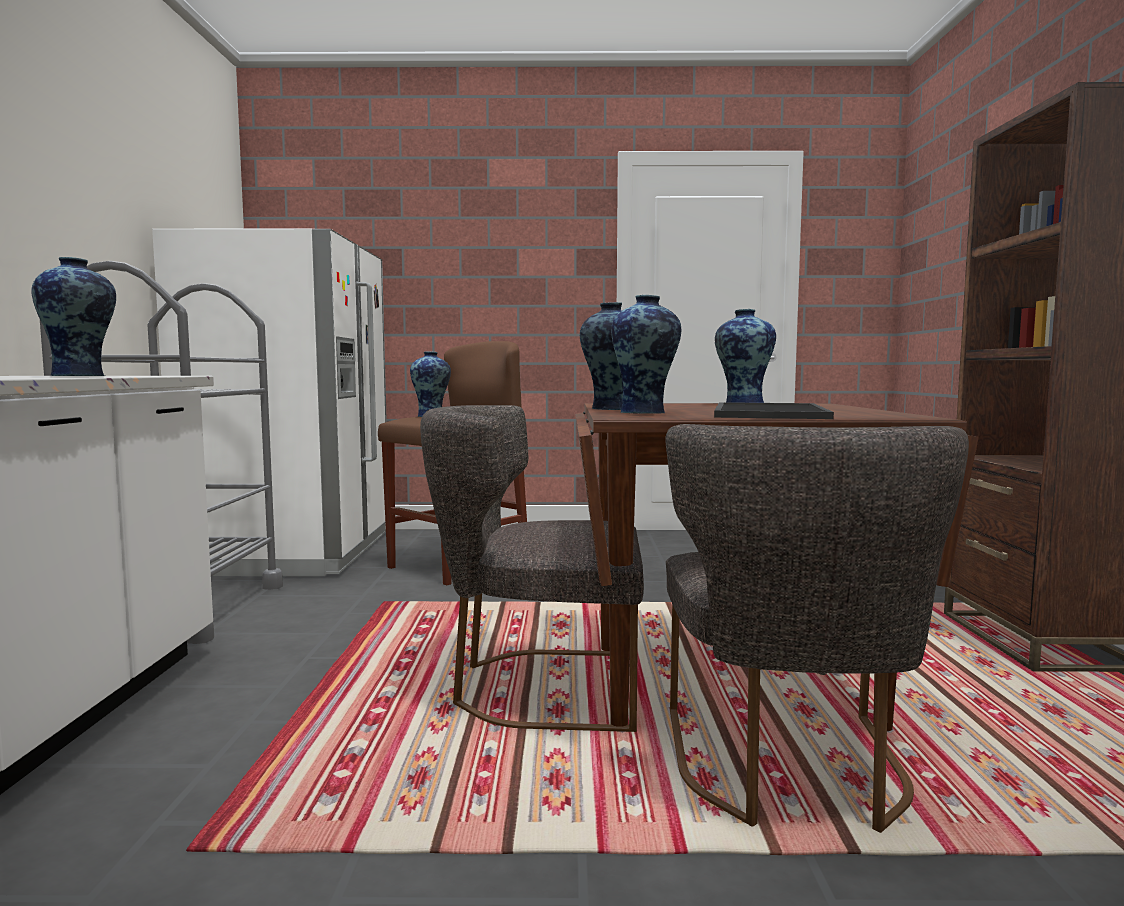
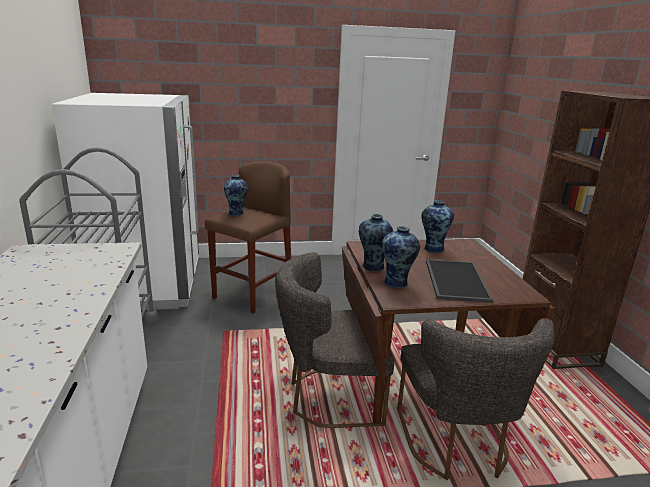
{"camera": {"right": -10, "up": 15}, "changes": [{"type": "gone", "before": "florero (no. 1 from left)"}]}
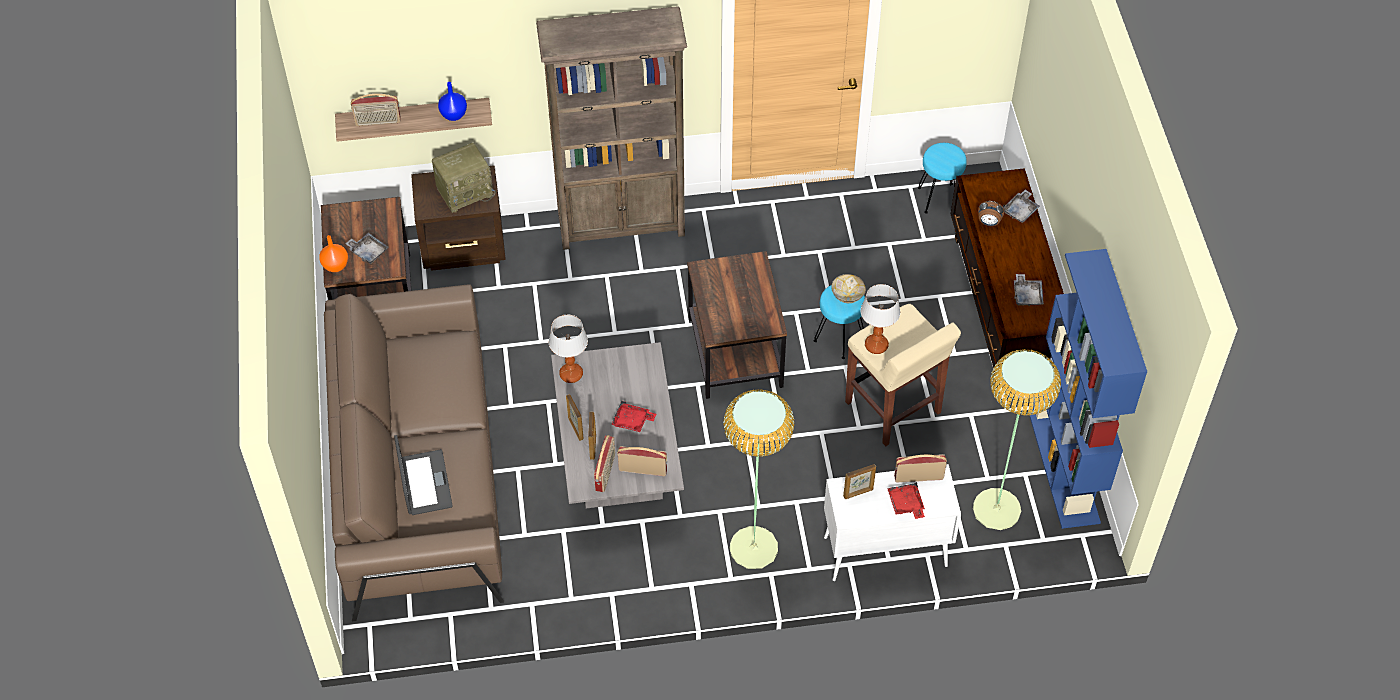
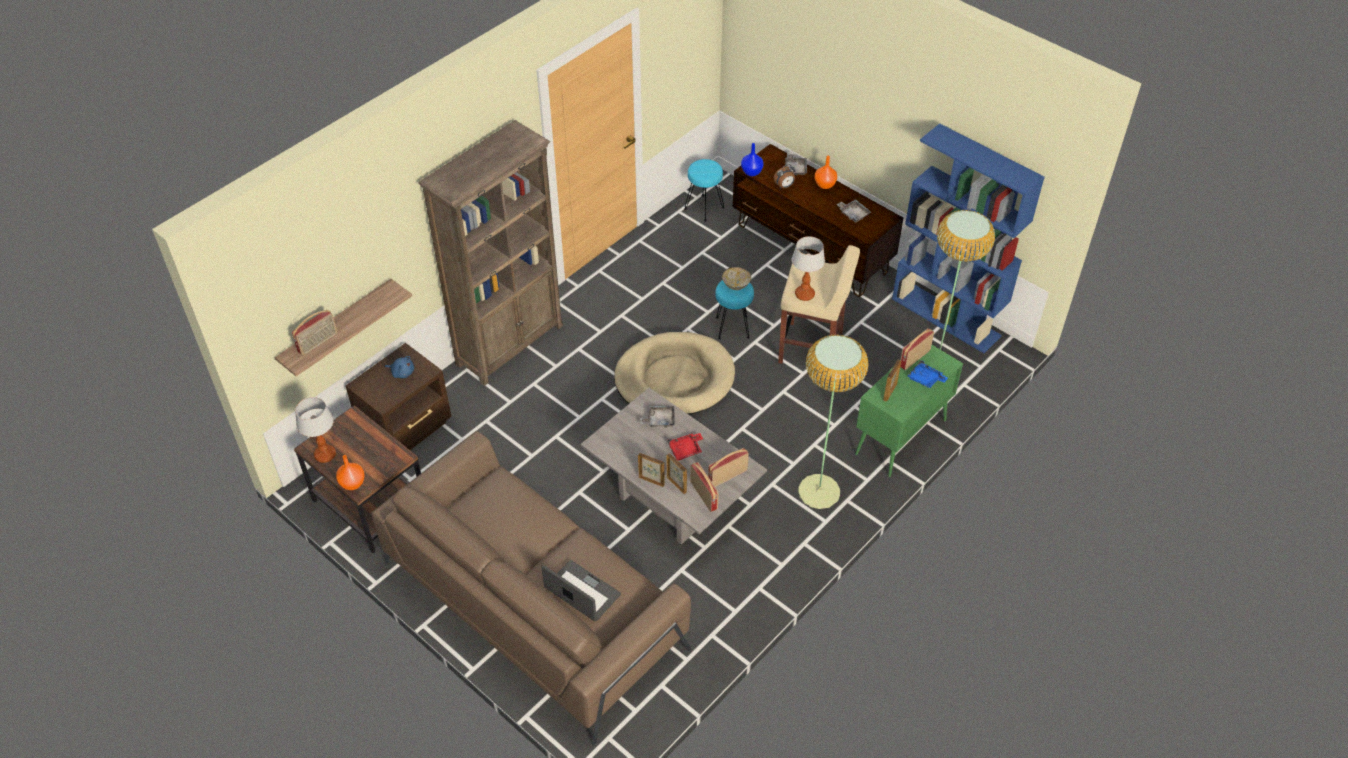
{"camera": {"right": -40, "up": -5}, "changes": [{"type": "new", "after": "florero [naranja] (no. 2 from left)"}, {"type": "shifted", "before": "bandeja [gris] (no. 1 from left)"}, {"type": "shifted", "before": "florero [azul]"}, {"type": "shifted", "before": "lámpara de mesa (no. 1 from left)"}, {"type": "swapped", "before": "radio (no. 2 from left)", "after": "peluche [azul]"}, {"type": "swapped", "before": "mesa auxiliar [marrón] (no. 2 from left)", "after": "cama para perro [beis]"}, {"type": "repainted", "before": "armario [blanco]", "after": "armario [verde]"}, {"type": "repainted", "before": "bandeja [rojo] (no. 2 from left)", "after": "bandeja [azul]"}]}
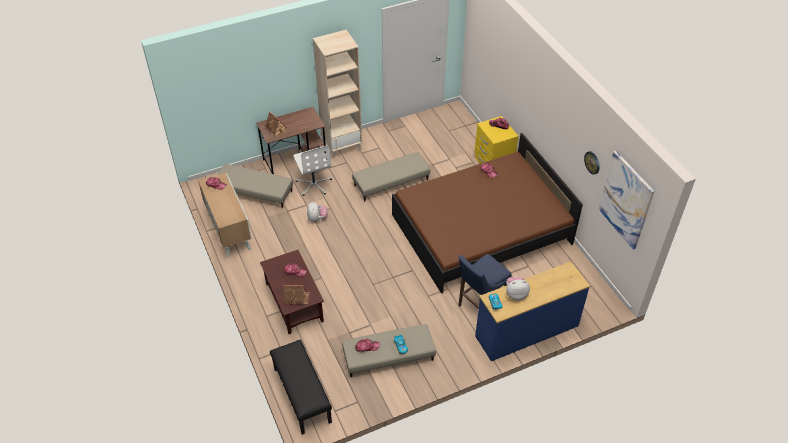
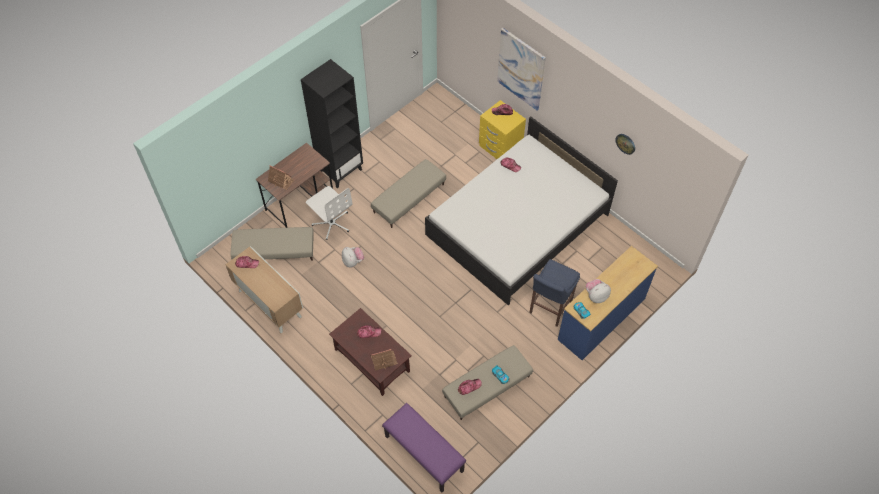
{"camera": {"right": -20, "up": 10}, "changes": [{"type": "shifted", "before": "cuadro"}, {"type": "repainted", "before": "banco [negro]", "after": "banco [morado]"}, {"type": "repainted", "before": "estantería [beis]", "after": "estantería [negro]"}, {"type": "repainted", "before": "cama [marrón]", "after": "cama [blanco]"}]}
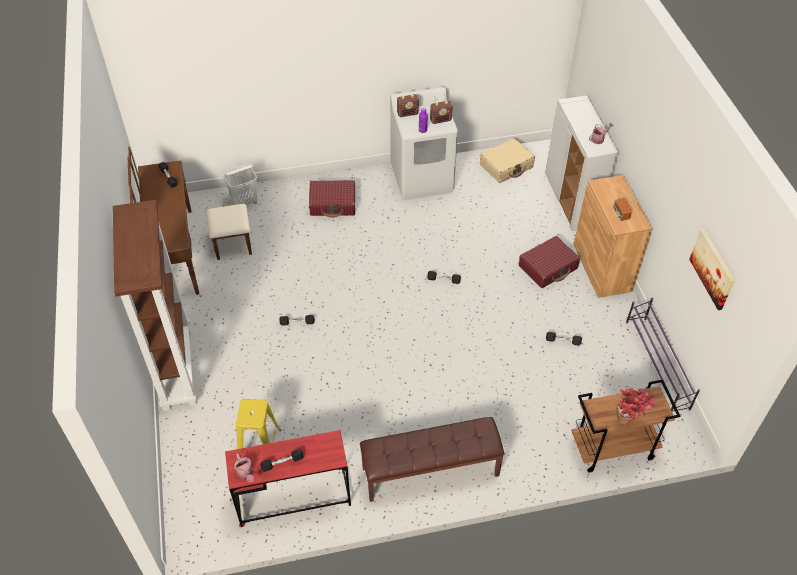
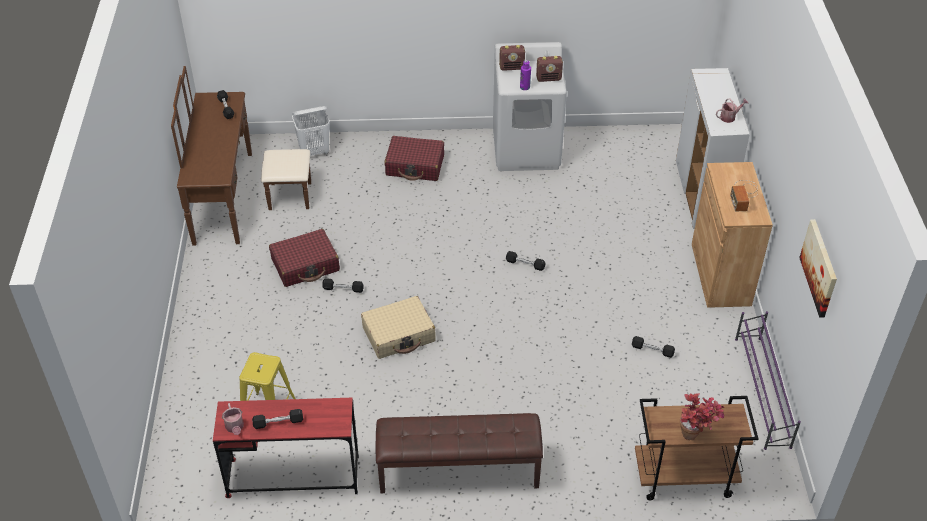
{"camera": {"right": 10, "up": -5}, "changes": [{"type": "gone", "before": "estantería [marrón]"}, {"type": "shifted", "before": "maleta [beis]"}, {"type": "shifted", "before": "maleta [rojo] (no. 2 from left in the first image)", "after": "maleta [rojo] (no. 1 from left)"}]}
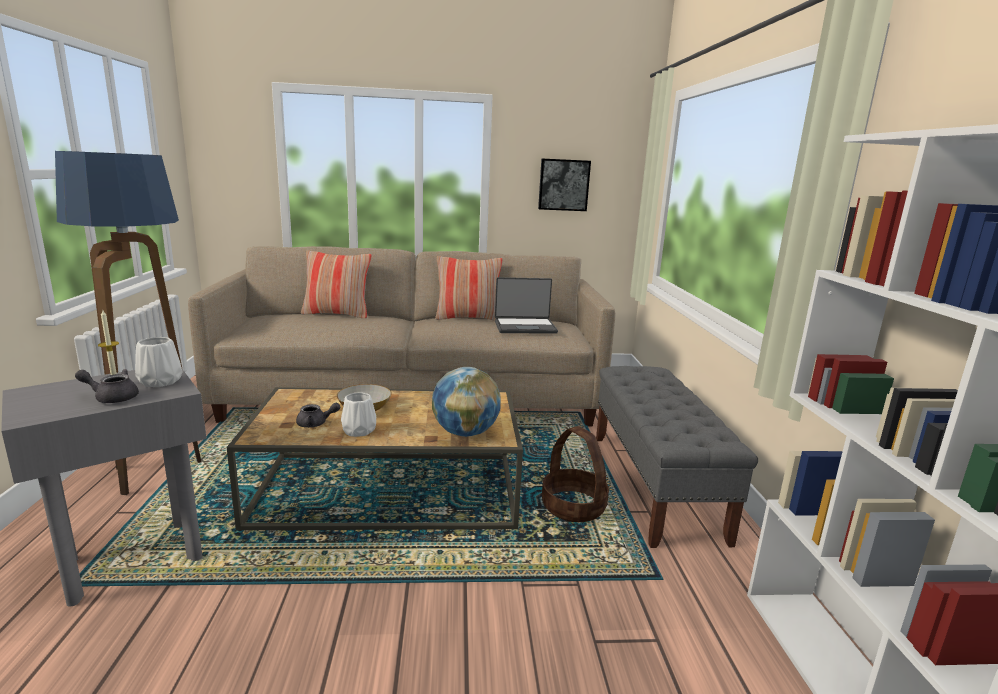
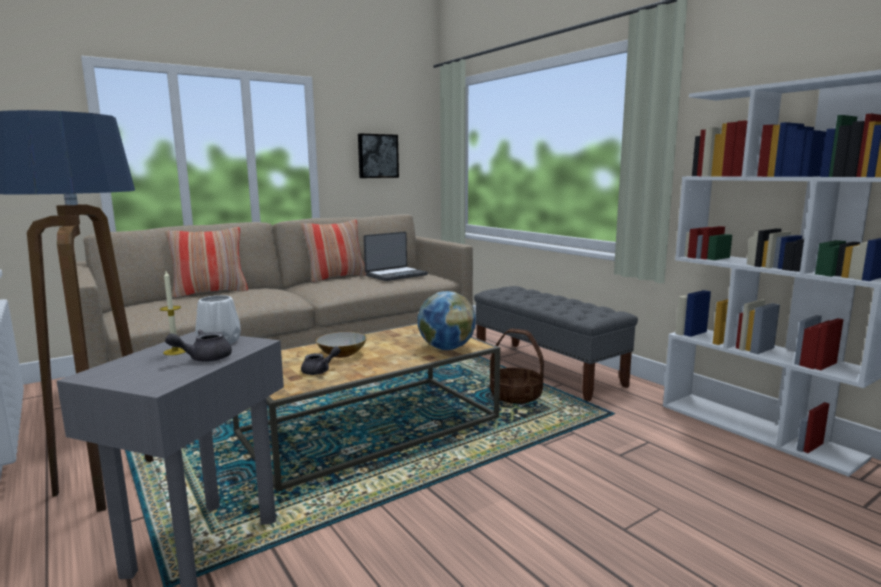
{"camera": {"right": -30, "up": -5}, "changes": [{"type": "gone", "before": "florero [blanco] (no. 2 from left)"}]}
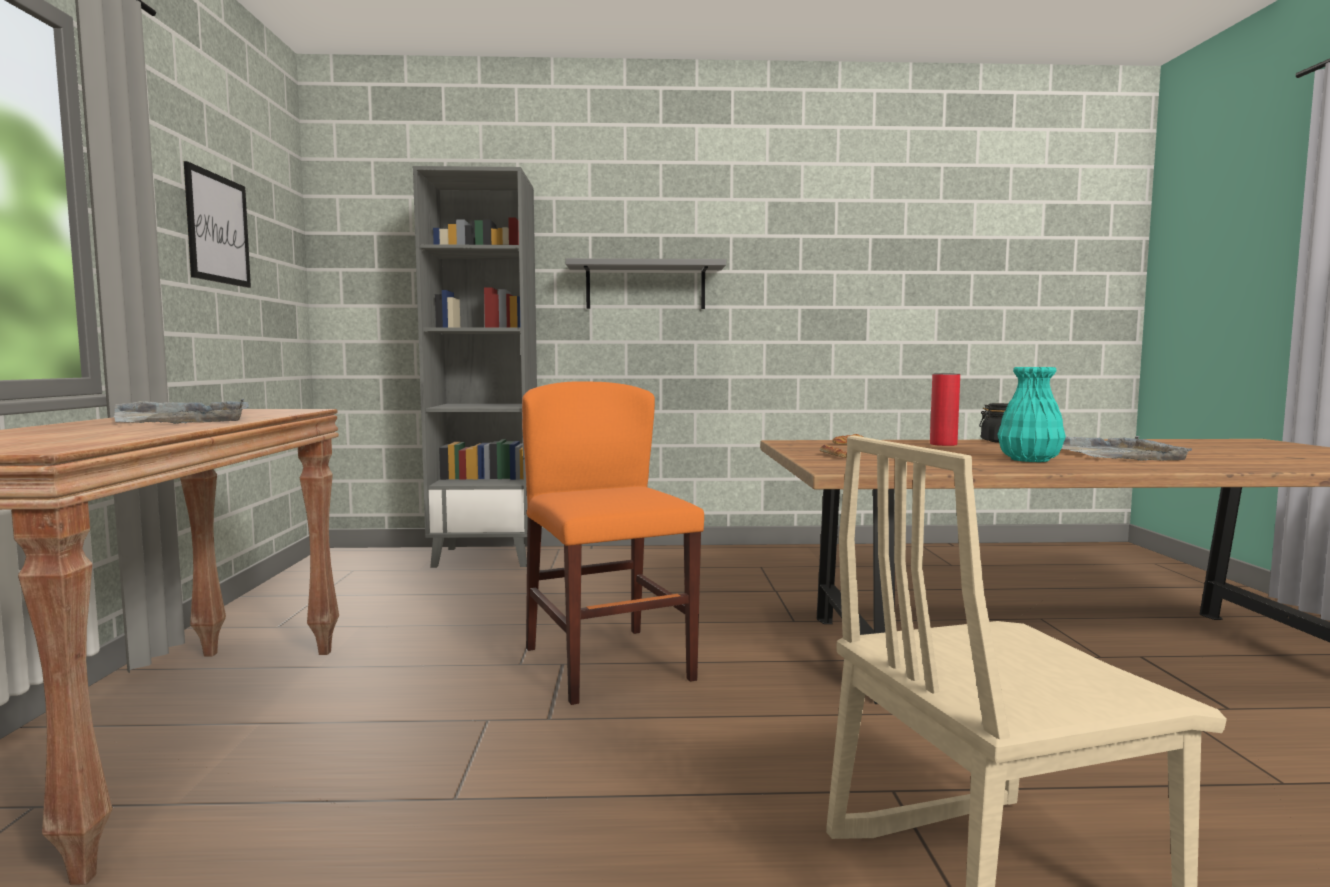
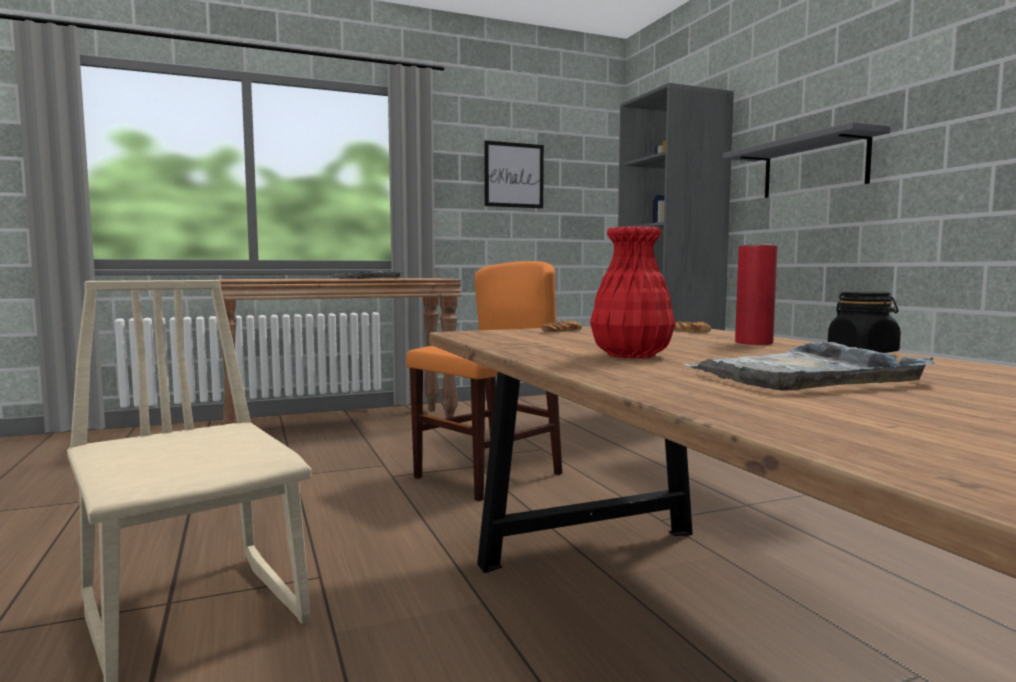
{"camera": {"right": 70, "up": 0}, "changes": [{"type": "repainted", "before": "florero [turquesa]", "after": "florero [rojo] (no. 1 from left)"}]}
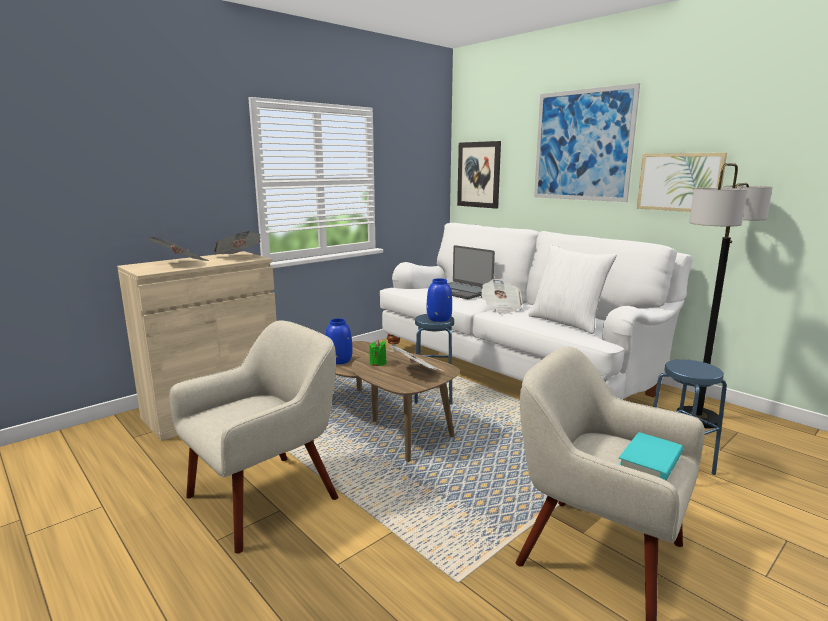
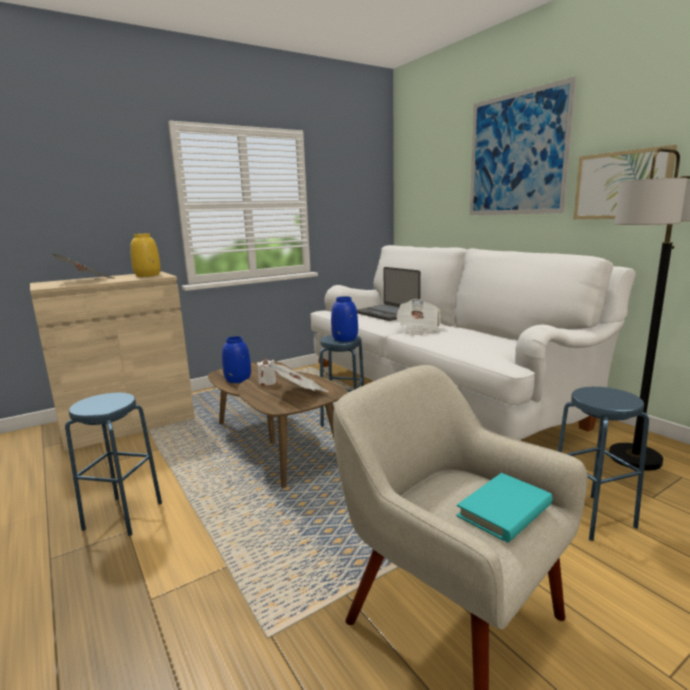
{"camera": {"right": 10, "up": 0}, "changes": [{"type": "gone", "before": "cuadro (no. 1 from left)"}, {"type": "gone", "before": "cojín [blanco]"}, {"type": "swapped", "before": "sillón [beis] (no. 1 from left)", "after": "taburete [azul] (no. 1 from left)"}, {"type": "swapped", "before": "periódico (no. 2 from left)", "after": "florero [amarillo]"}, {"type": "repainted", "before": "vela [verde]", "after": "vela [blanco]"}]}
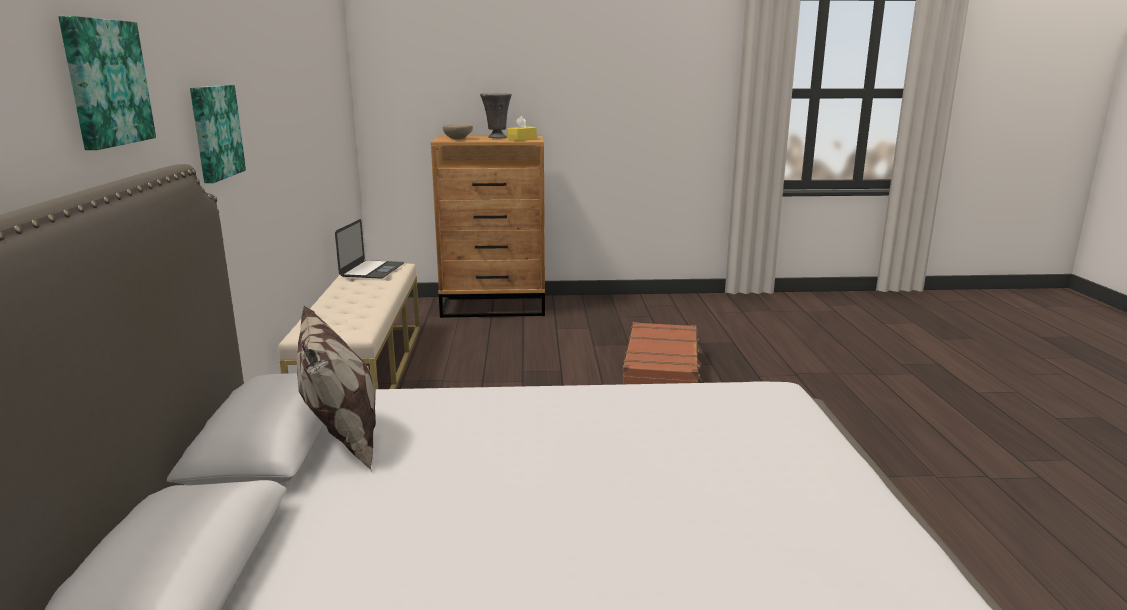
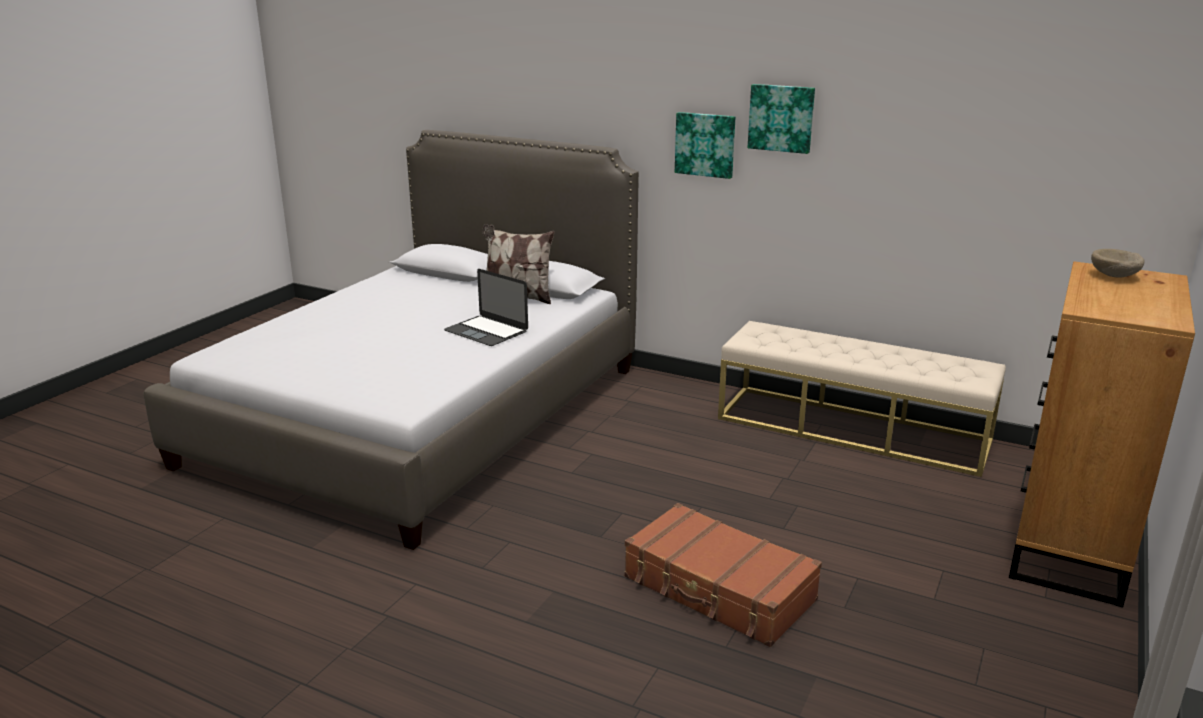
{"camera": {"right": 120, "up": 5}, "changes": [{"type": "gone", "before": "florero [gris]"}, {"type": "gone", "before": "caja de pañuelos [amarillo]"}, {"type": "shifted", "before": "cuadro (no. 1 from left in the first image)", "after": "cuadro (no. 2 from left)"}, {"type": "shifted", "before": "portátil"}]}
